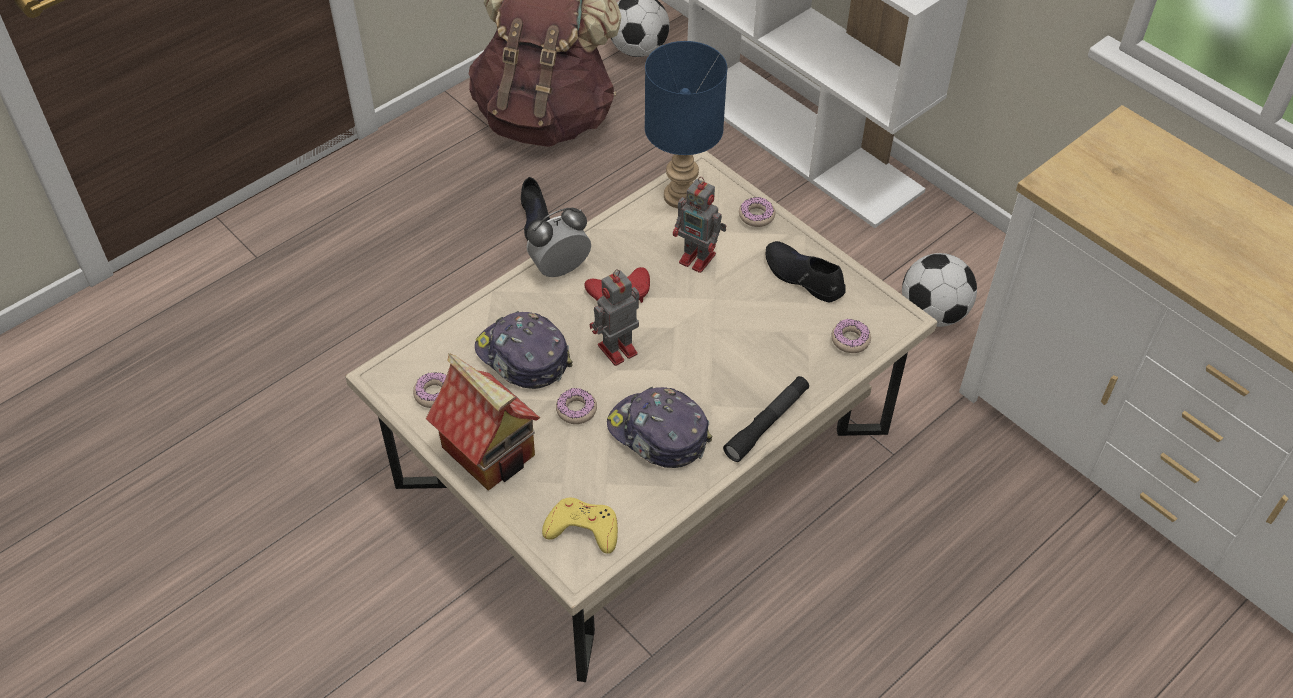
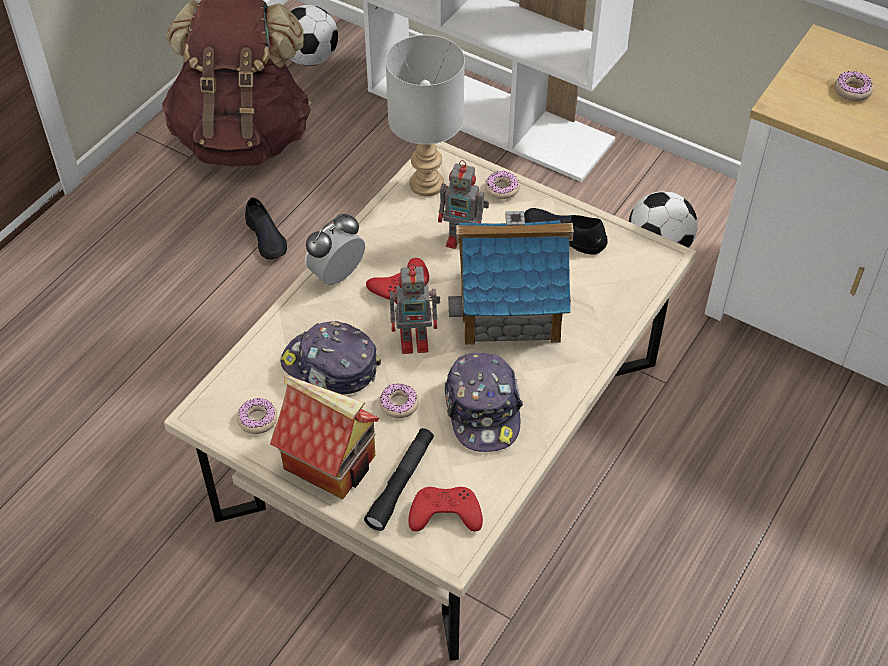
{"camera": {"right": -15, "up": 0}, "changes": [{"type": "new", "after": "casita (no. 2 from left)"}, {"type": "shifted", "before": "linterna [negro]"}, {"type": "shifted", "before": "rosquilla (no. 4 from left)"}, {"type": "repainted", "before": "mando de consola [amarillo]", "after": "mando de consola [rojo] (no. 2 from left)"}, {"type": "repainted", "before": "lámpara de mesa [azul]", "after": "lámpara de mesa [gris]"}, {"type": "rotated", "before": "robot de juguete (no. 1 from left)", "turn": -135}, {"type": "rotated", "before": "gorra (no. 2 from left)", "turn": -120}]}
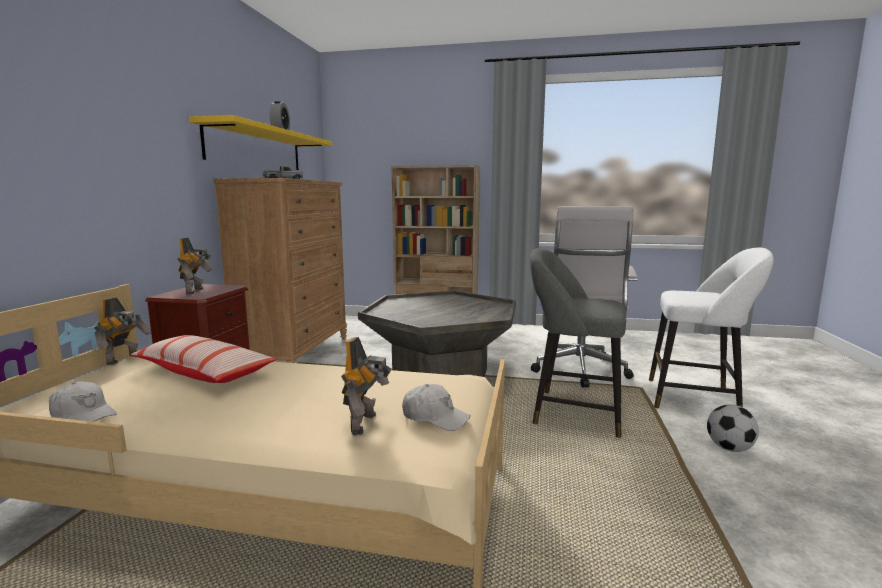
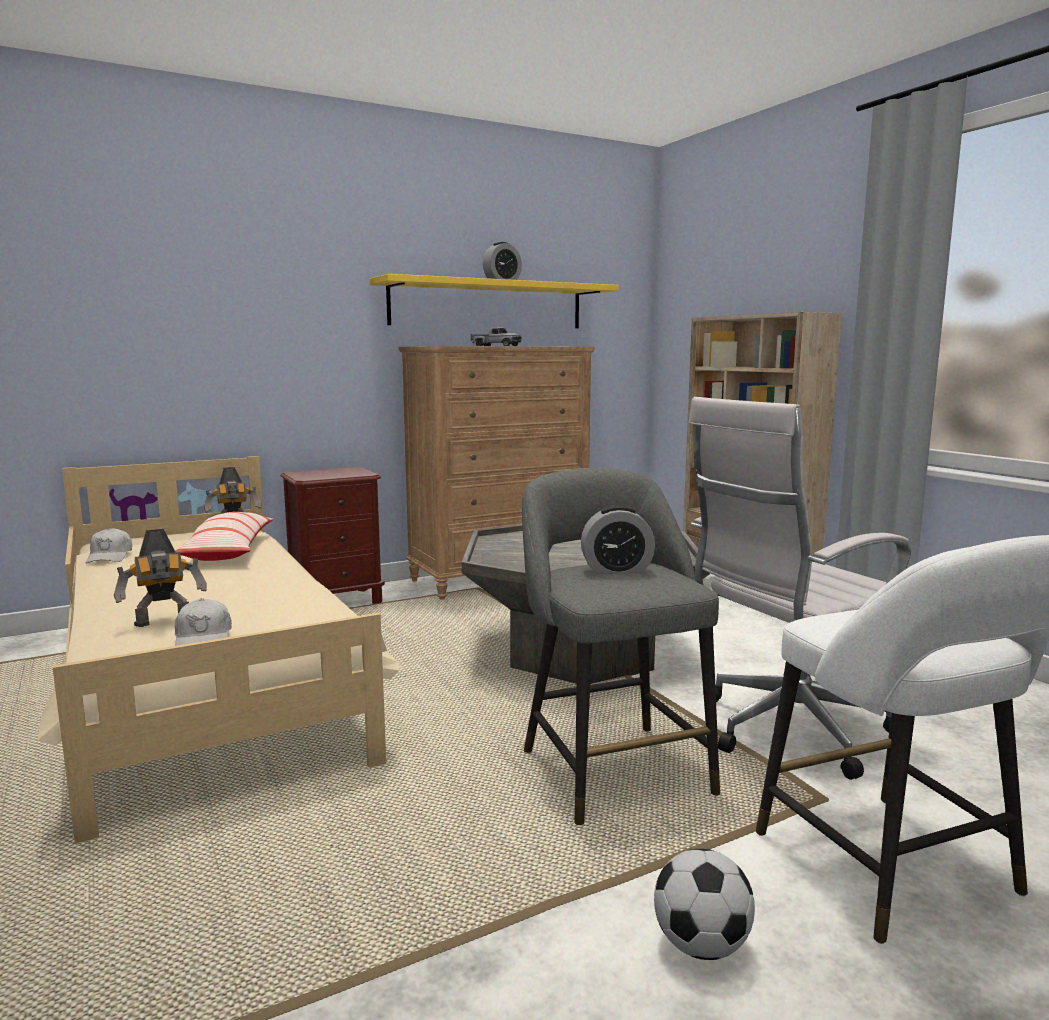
{"camera": {"right": 50, "up": 0}, "changes": [{"type": "gone", "before": "robot de juguete (no. 2 from left)"}, {"type": "new", "after": "despertador (no. 2 from left)"}]}
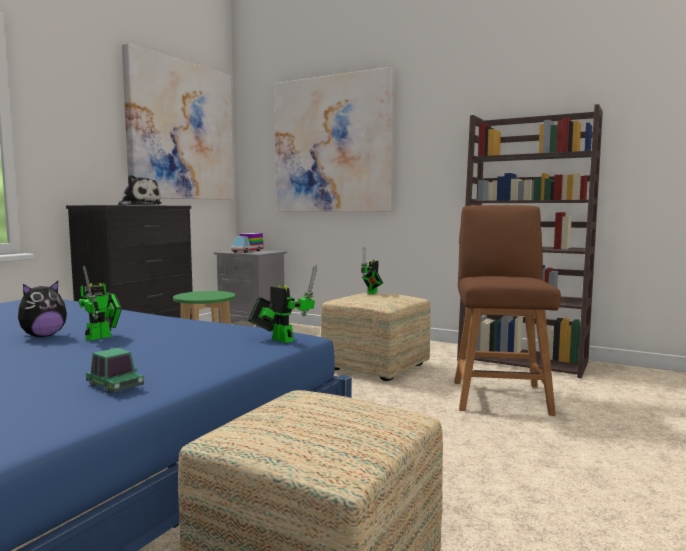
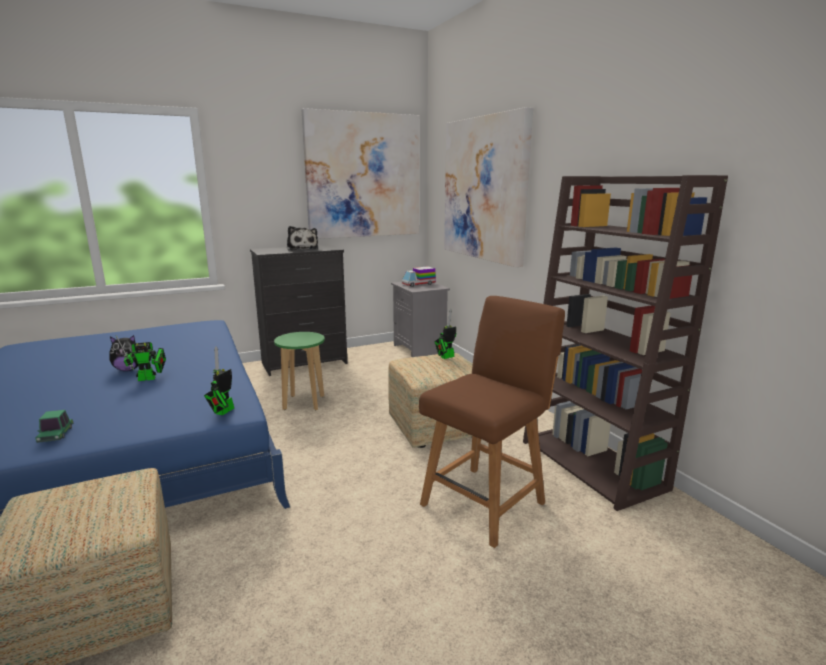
{"camera": {"right": 35, "up": 10}, "changes": [{"type": "rotated", "before": "robot de juguete (no. 2 from left)", "turn": -150}]}
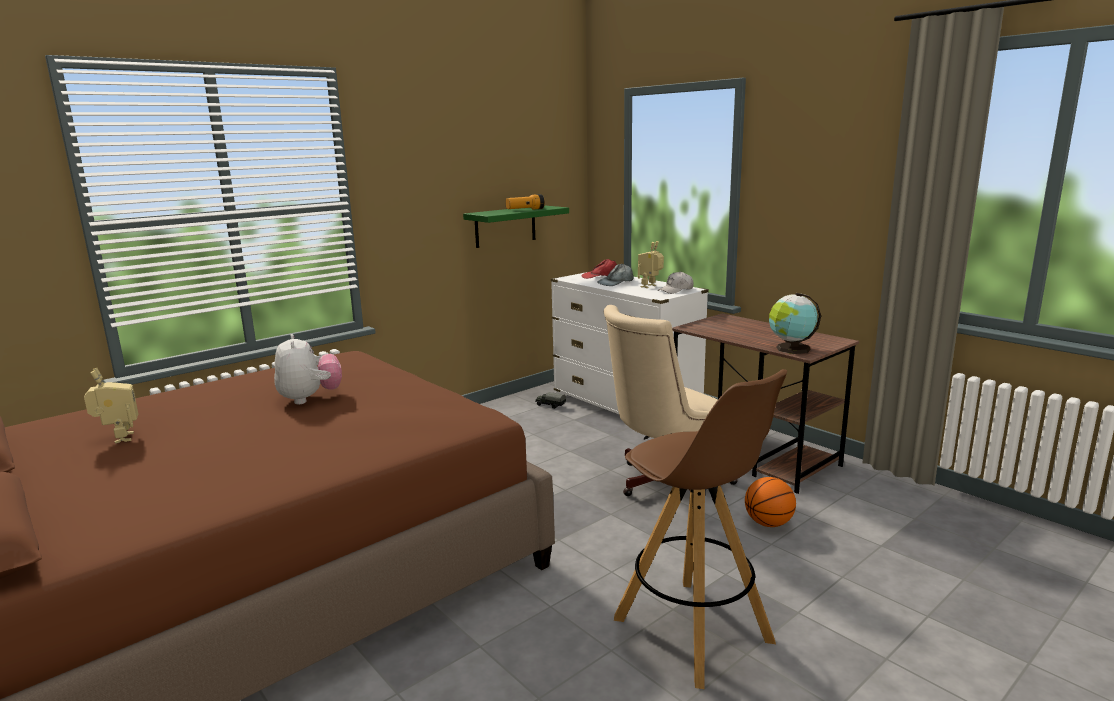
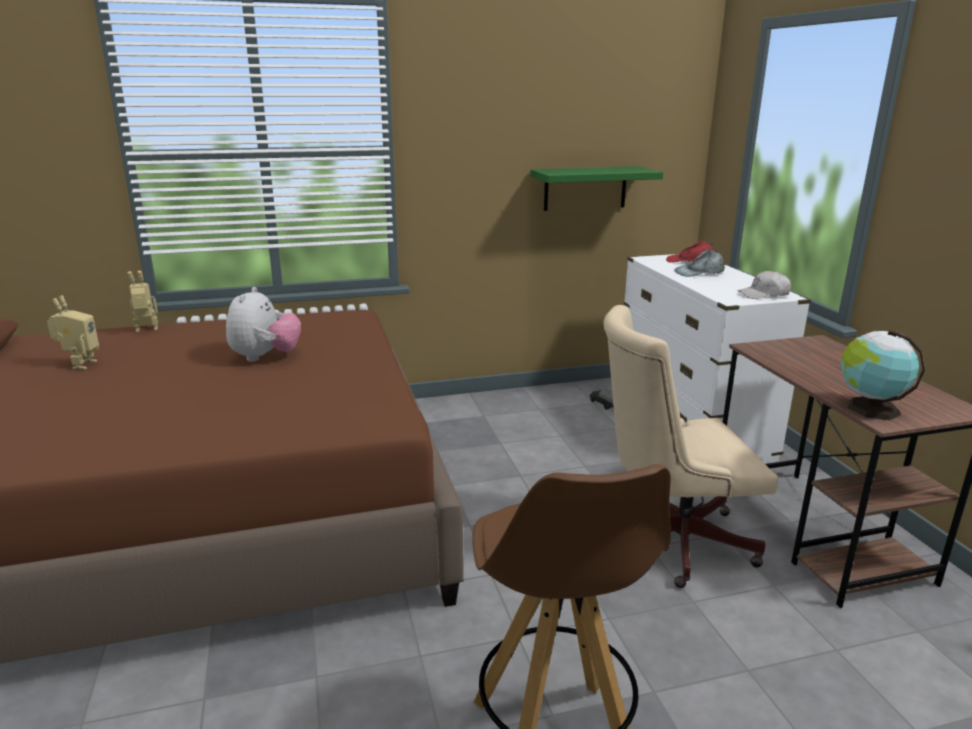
{"camera": {"right": 25, "up": 5}, "changes": [{"type": "gone", "before": "linterna"}, {"type": "gone", "before": "balón de baloncesto"}, {"type": "shifted", "before": "robot de juguete (no. 2 from left)"}]}
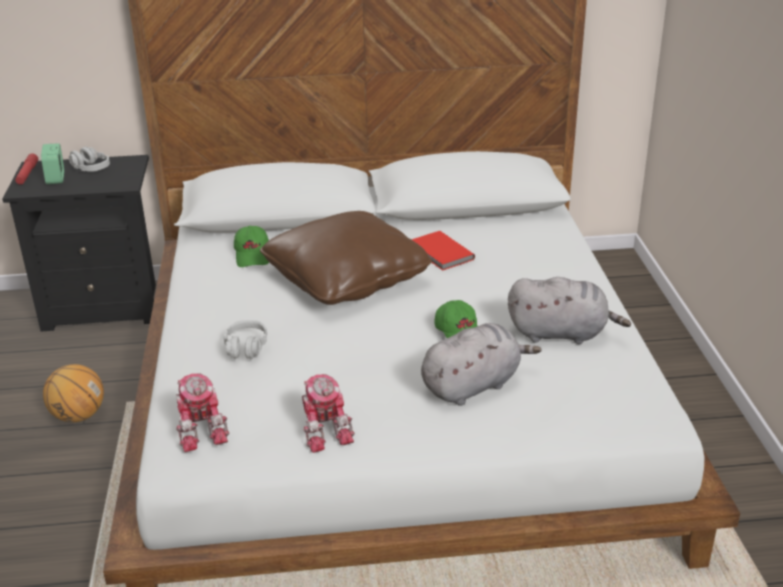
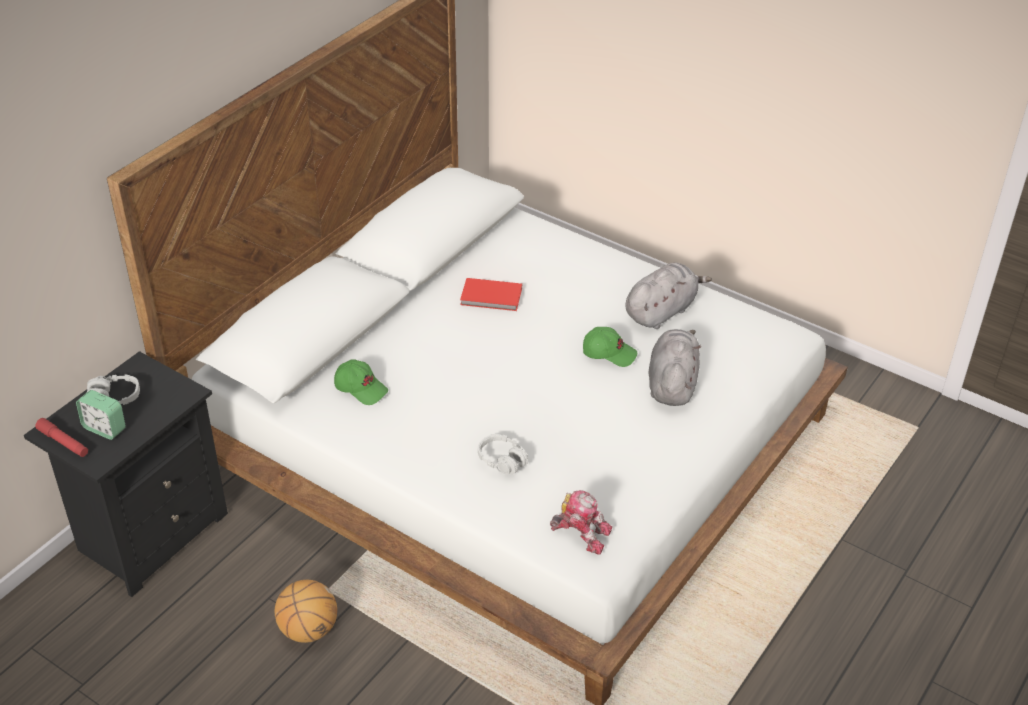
{"camera": {"right": -50, "up": 10}, "changes": [{"type": "gone", "before": "cojín [marrón]"}, {"type": "gone", "before": "robot de juguete (no. 2 from left)"}]}
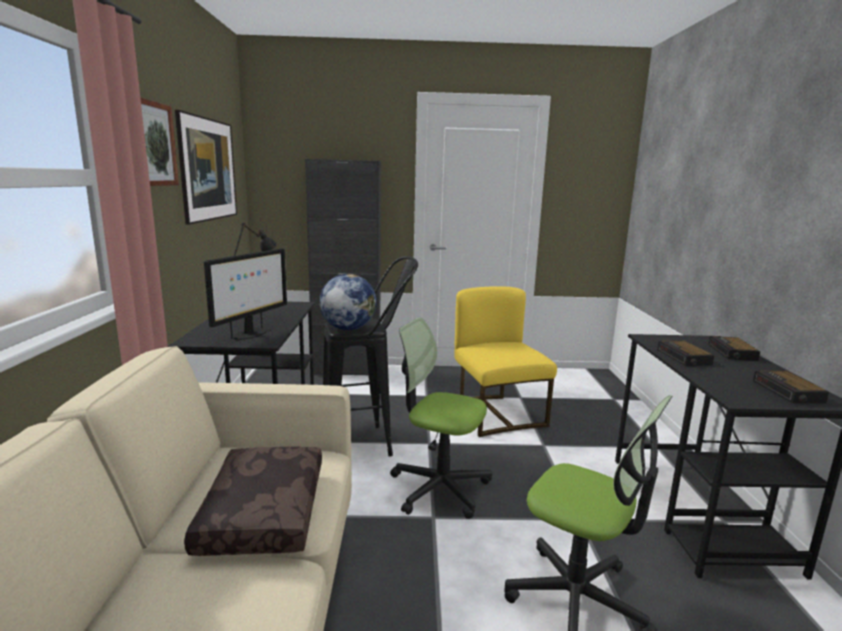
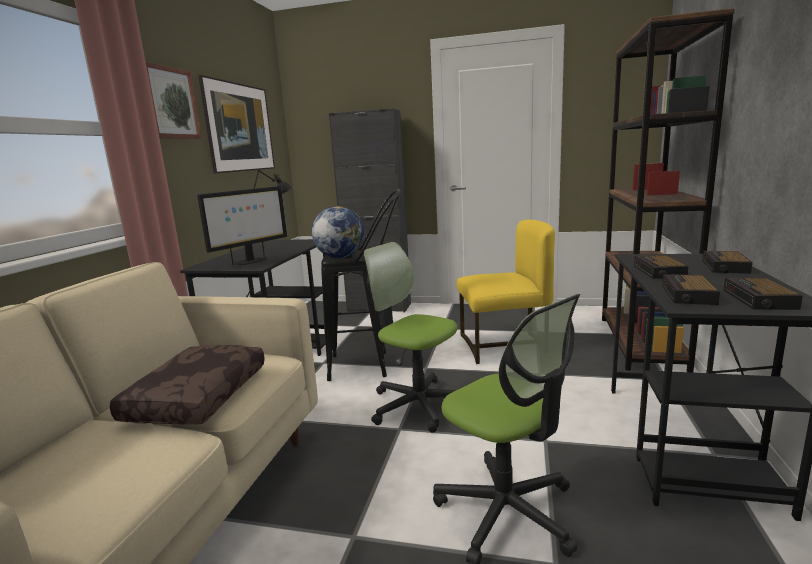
{"camera": {"right": 15, "up": 0}, "changes": [{"type": "new", "after": "estantería [marrón]"}, {"type": "new", "after": "despertador (no. 2 from left)"}, {"type": "rotated", "before": "silla [amarillo]", "turn": 90}]}
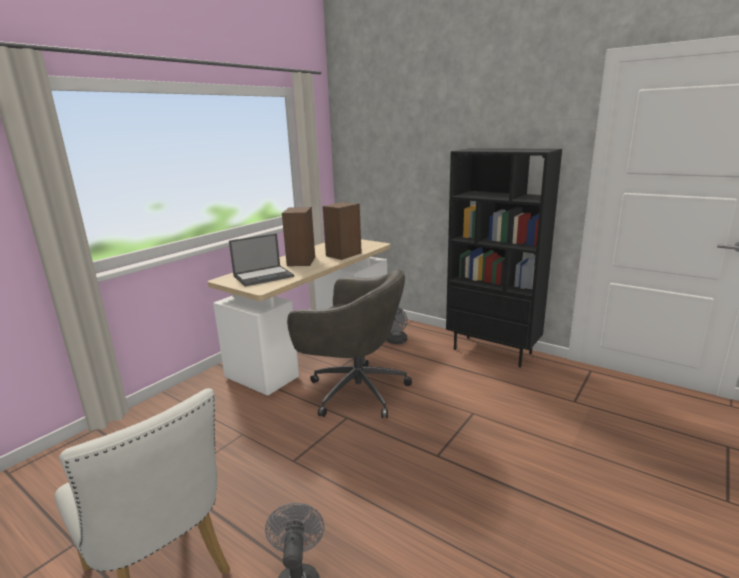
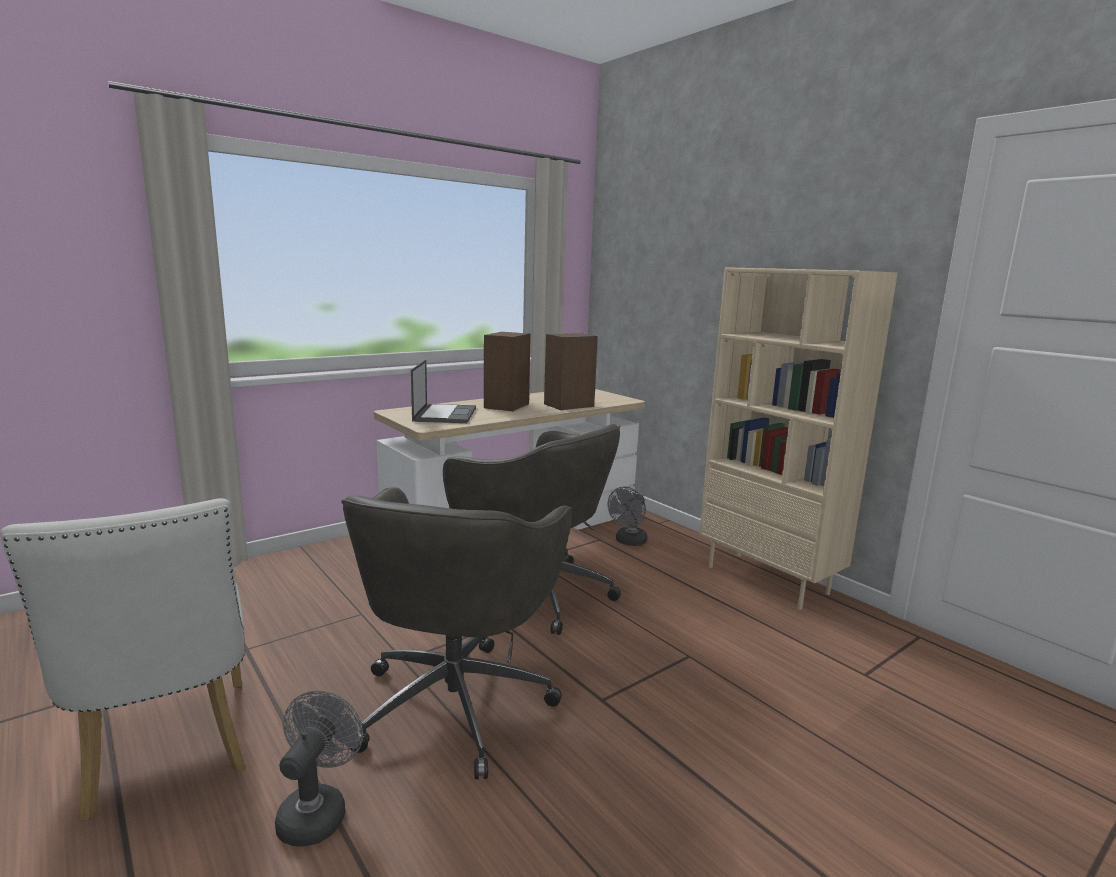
{"camera": {"right": 15, "up": -5}, "changes": [{"type": "new", "after": "silla de oficina [gris] (no. 1 from left)"}, {"type": "repainted", "before": "estantería [negro]", "after": "estantería [beis]"}, {"type": "rotated", "before": "portátil", "turn": -75}]}
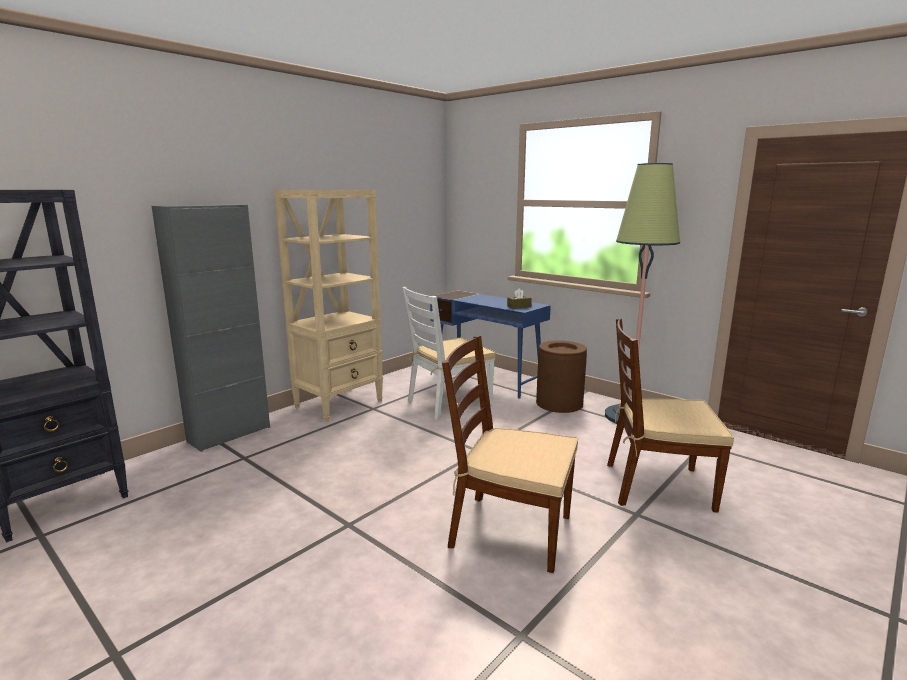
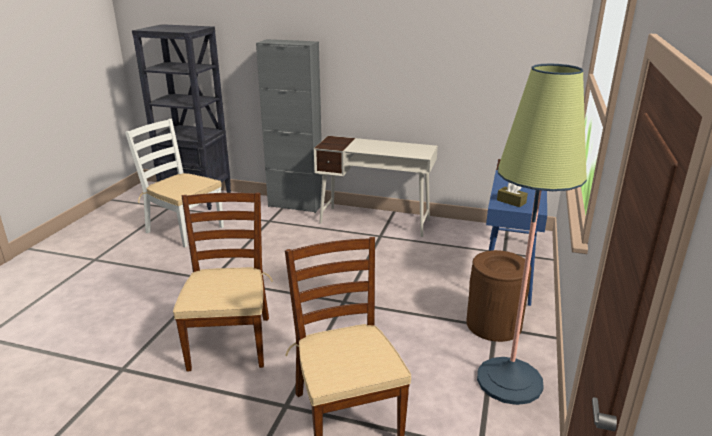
{"camera": {"right": 65, "up": 10}, "changes": [{"type": "shifted", "before": "silla [blanco]"}, {"type": "swapped", "before": "estantería [beis]", "after": "escritorio [blanco]"}]}
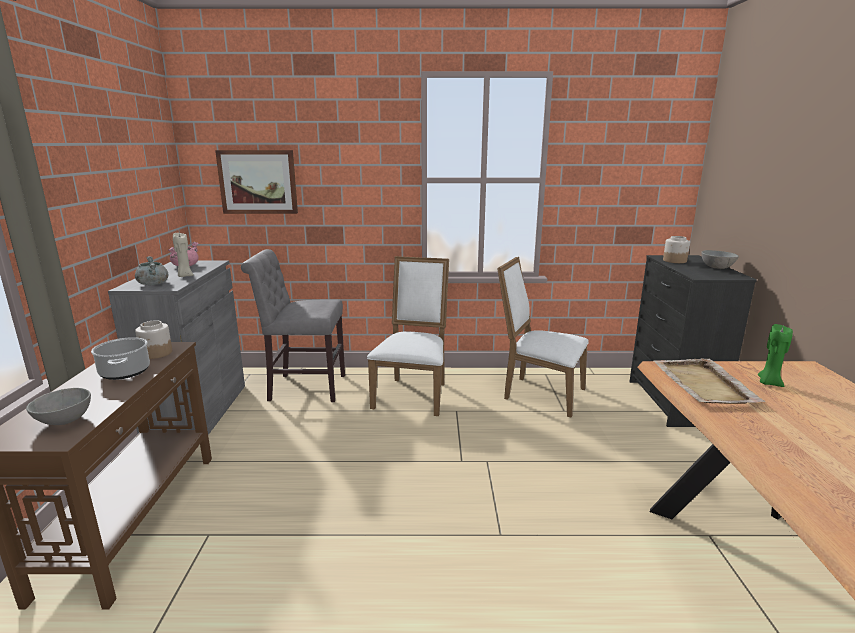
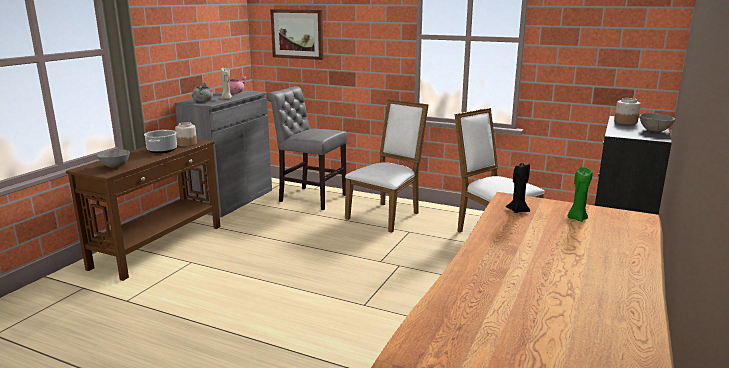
{"camera": {"right": 25, "up": 0}, "changes": [{"type": "swapped", "before": "bandeja [beis]", "after": "vela [negro]"}]}
